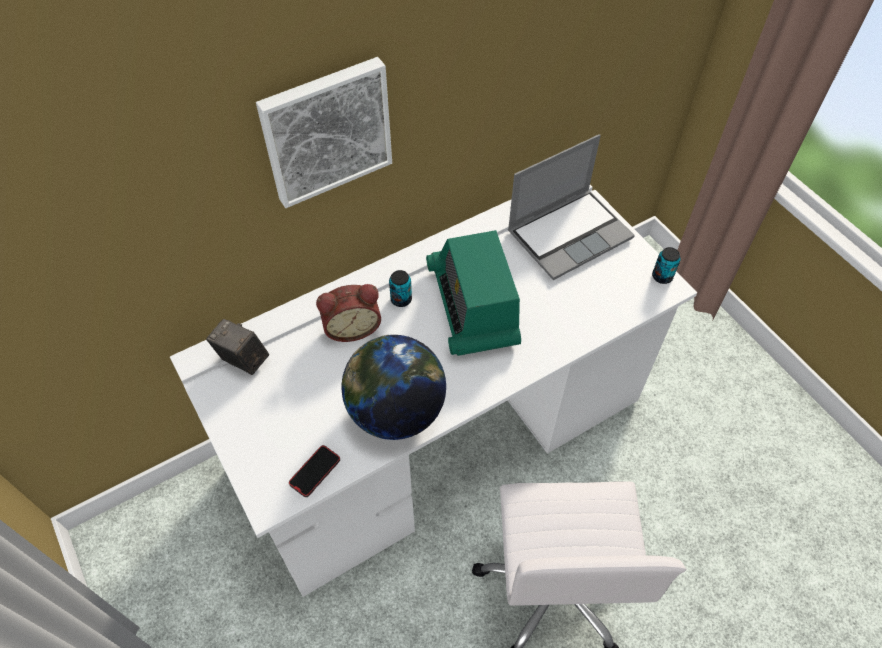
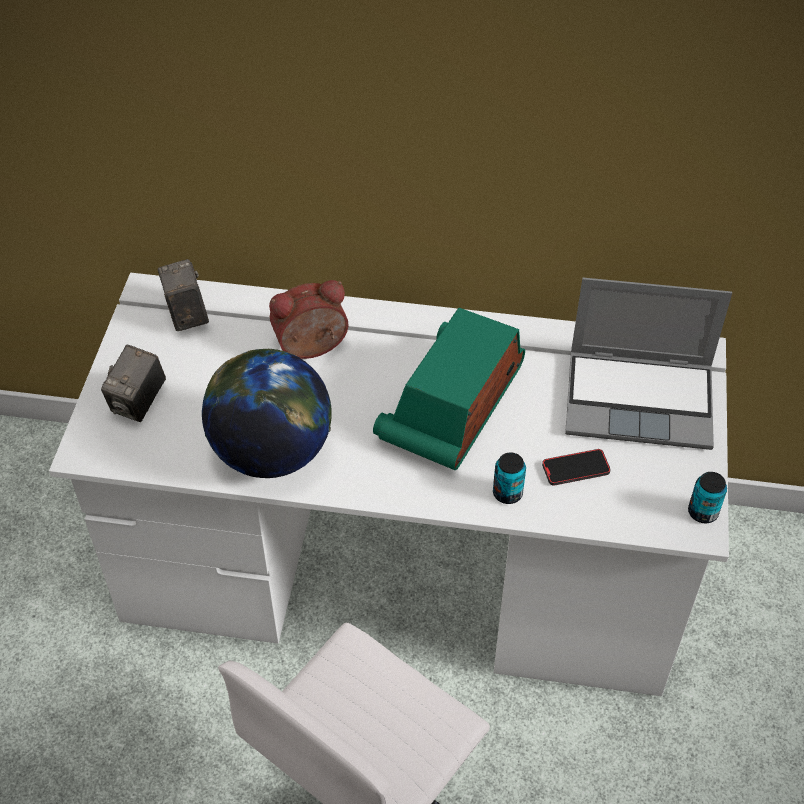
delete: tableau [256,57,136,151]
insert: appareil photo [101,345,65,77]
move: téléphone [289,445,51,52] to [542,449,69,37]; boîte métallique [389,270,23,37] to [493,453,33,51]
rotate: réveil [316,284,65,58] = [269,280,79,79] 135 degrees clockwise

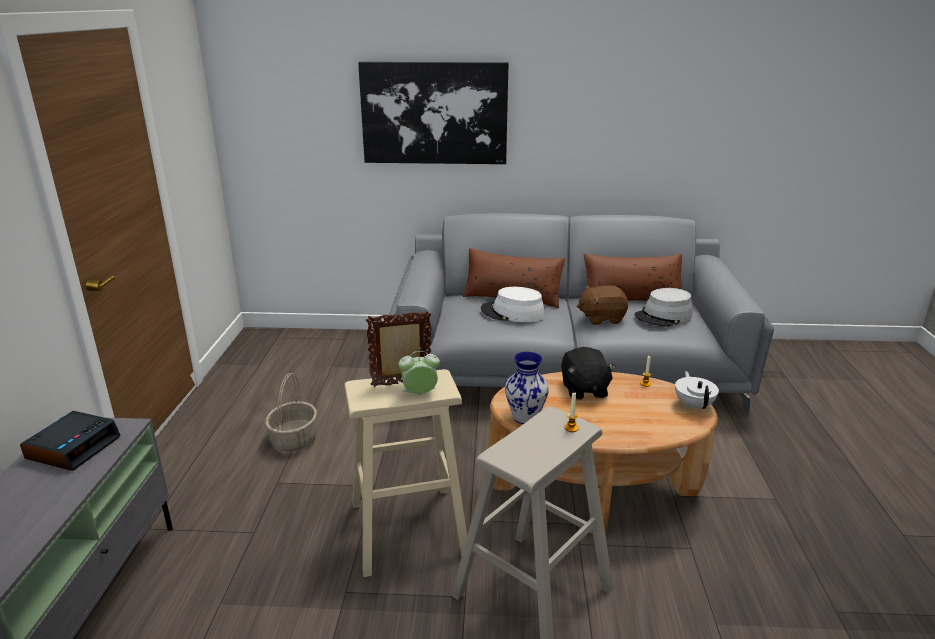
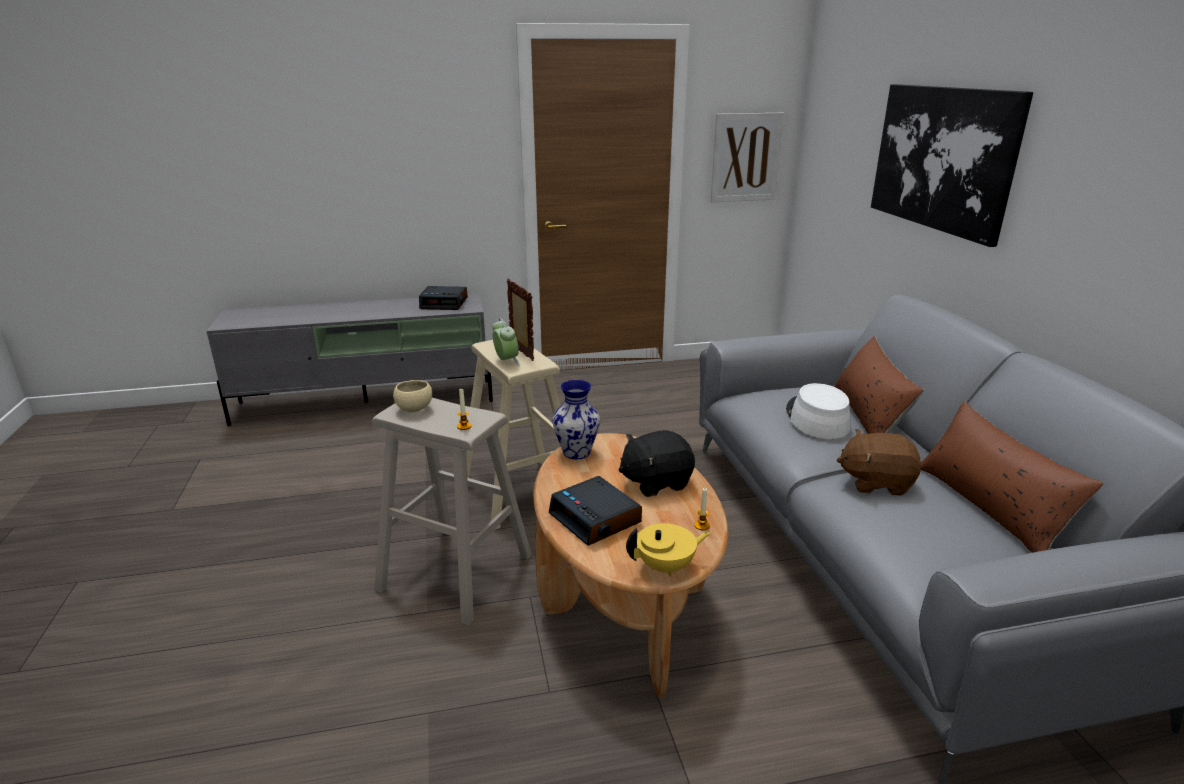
delete: panier [265,373,52,78]; chapeau [gris] [635,288,57,39]
insert: bol [beige] [393,380,39,32]; réveil [549,476,93,70]; tableau [710,113,74,89]
recolor: théière [blanc] [675,371,44,40] to théière [jaune] [626,523,84,54]
rotate: peluche [marron] [577,285,51,40] = [837,429,84,67] 60 degrees counterclockwise

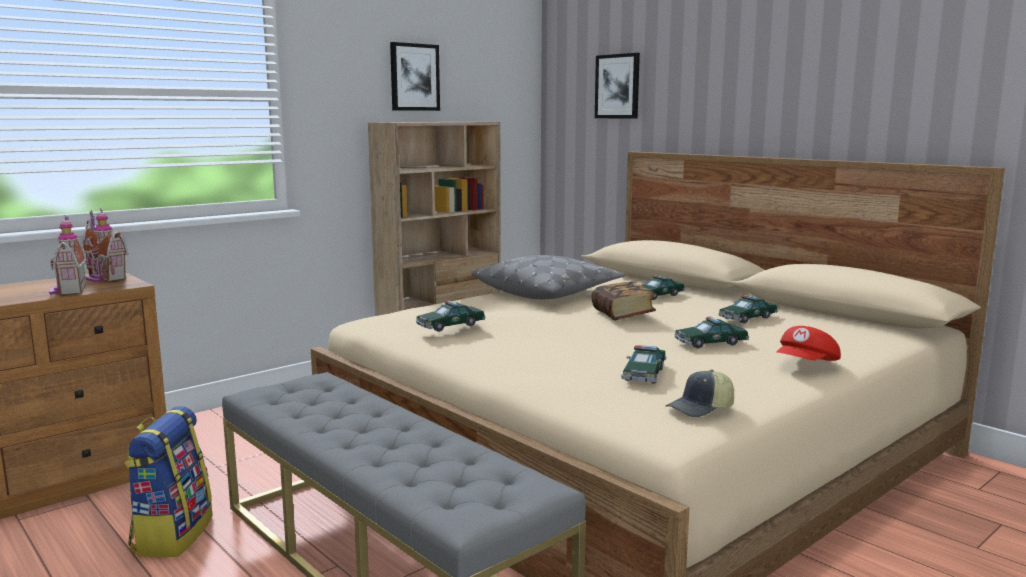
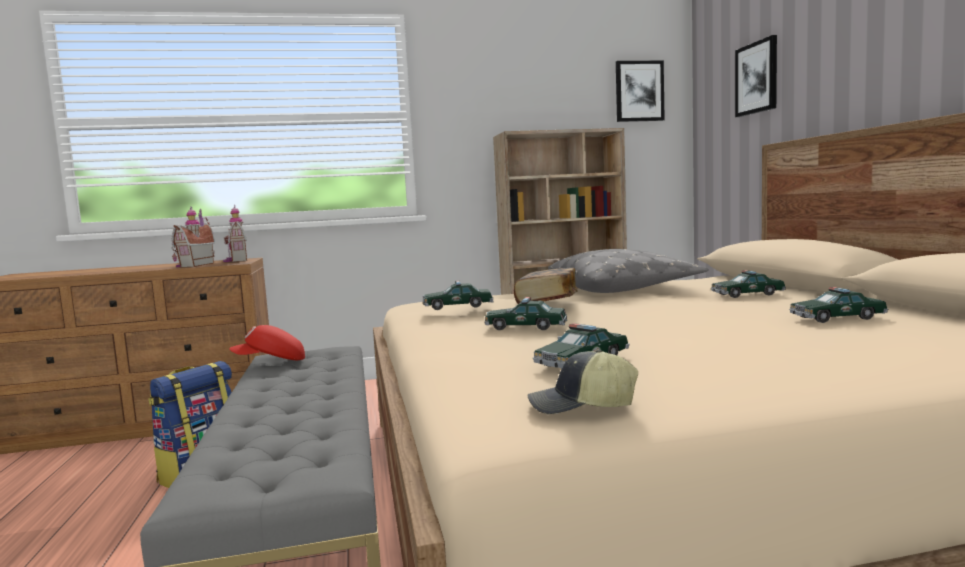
move: tableau [390,42,50,69] to [616,61,49,61]; livre [592,281,64,39] to [514,267,64,37]; petite voiture [674,317,75,32] to [485,297,82,33]; casquette [rouge] [776,326,65,35] to [229,325,76,35]

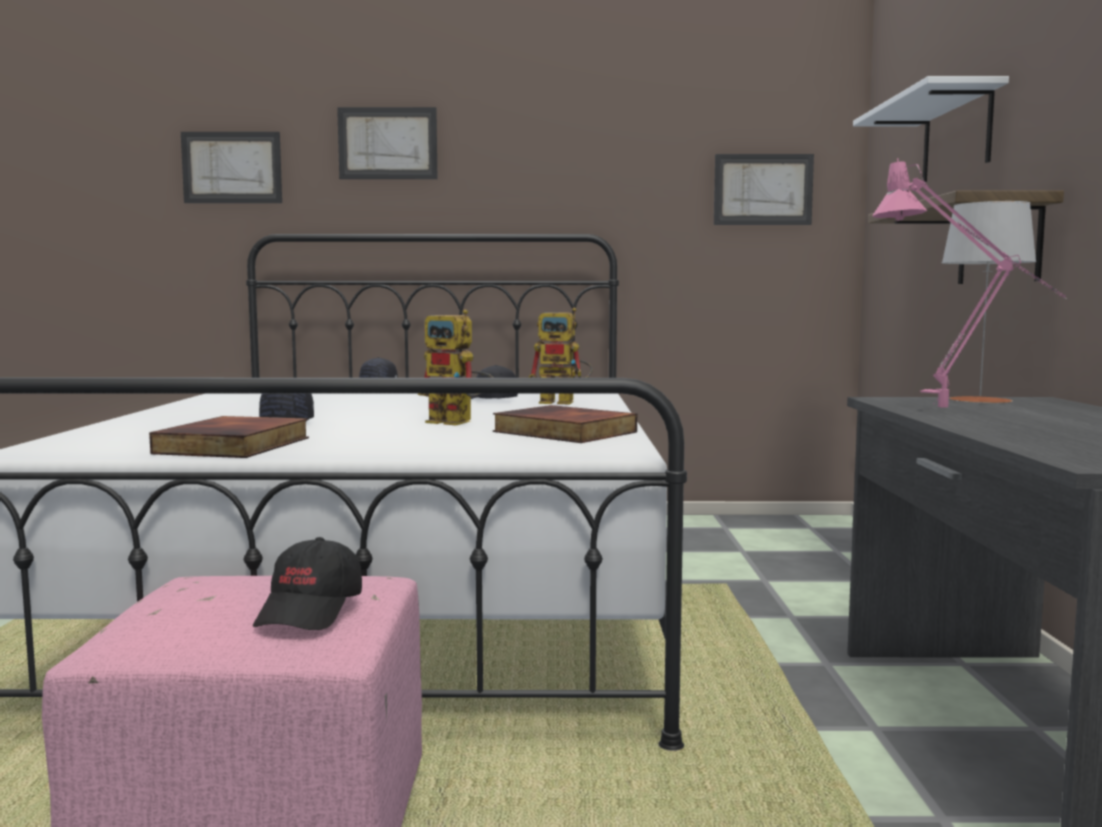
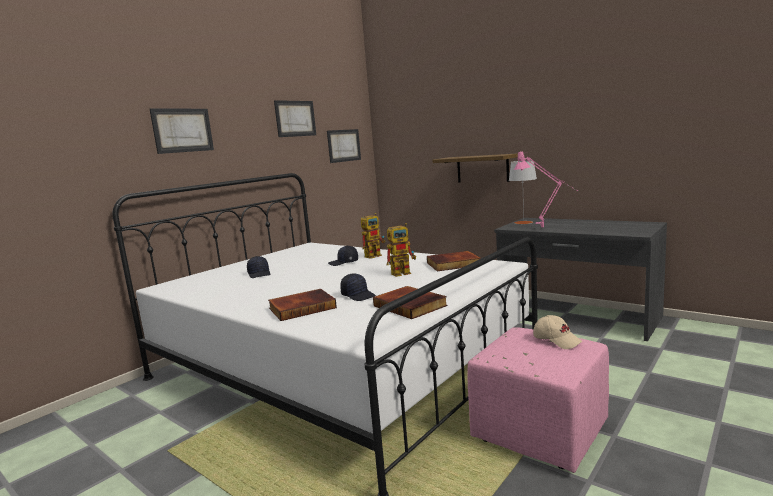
delete: étagère [blanc] [853,76,156,106]
insert: livre [268,289,69,32]
move: tableau [181,132,101,71] to [274,100,42,37]
recolor: casquette [noir] [253,537,109,93] to casquette [beige] [533,315,50,34]

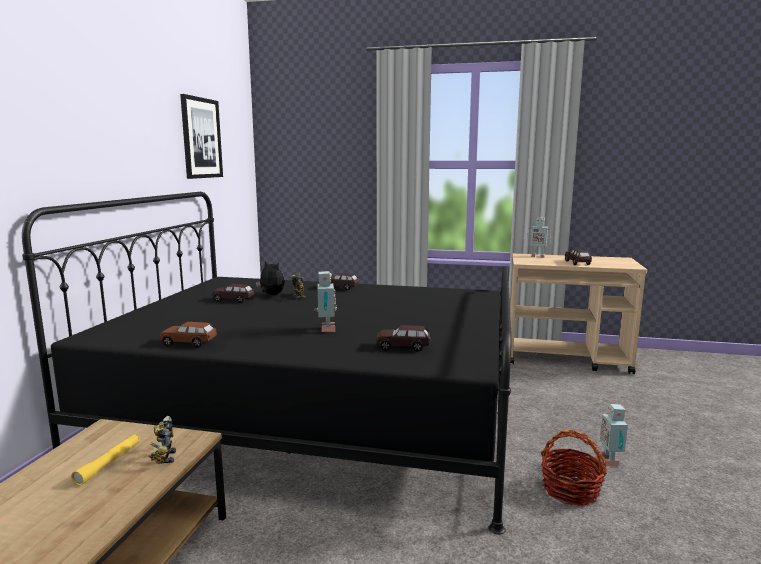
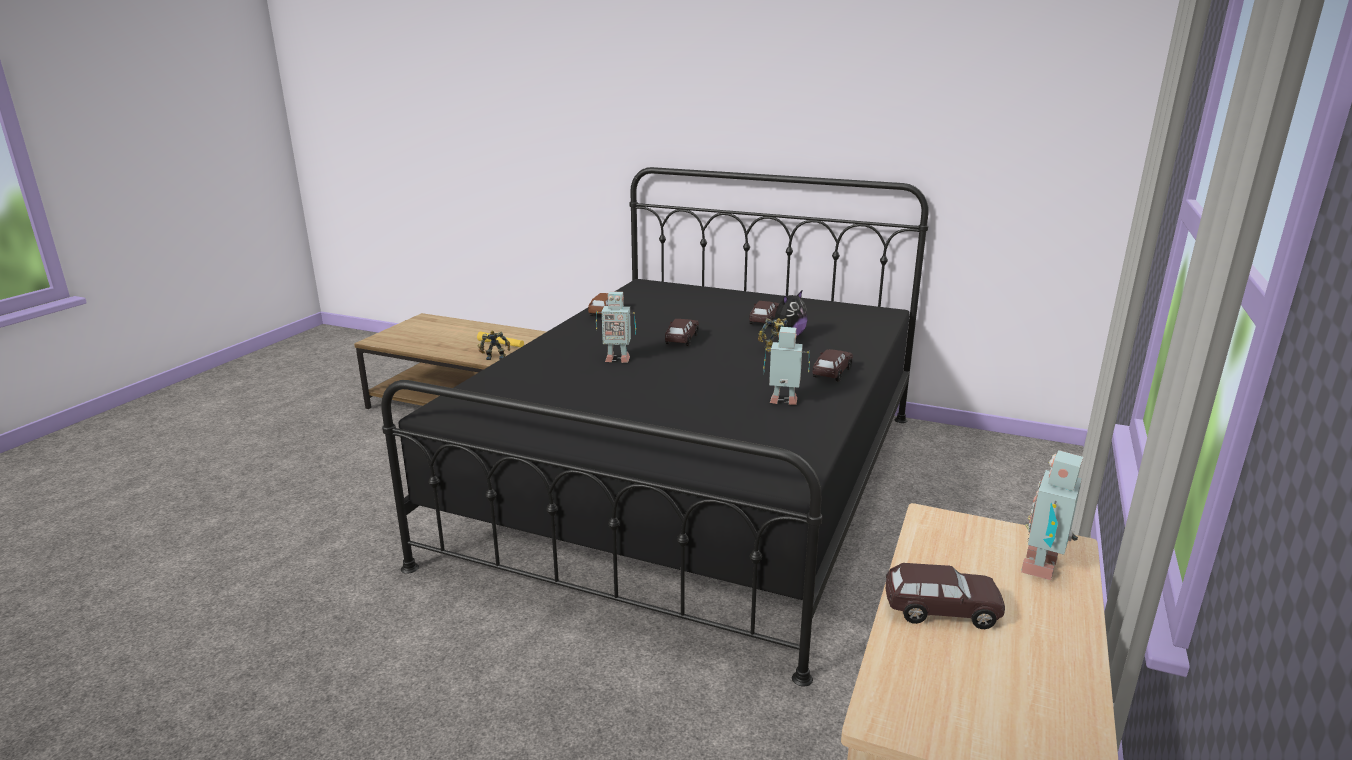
delete: tableau [180,94,43,85]; panier [541,430,66,76]
move: petite voiture [marron] [376,325,55,27] to [665,319,34,27]; robot jouet [600,404,28,62] to [763,327,47,78]

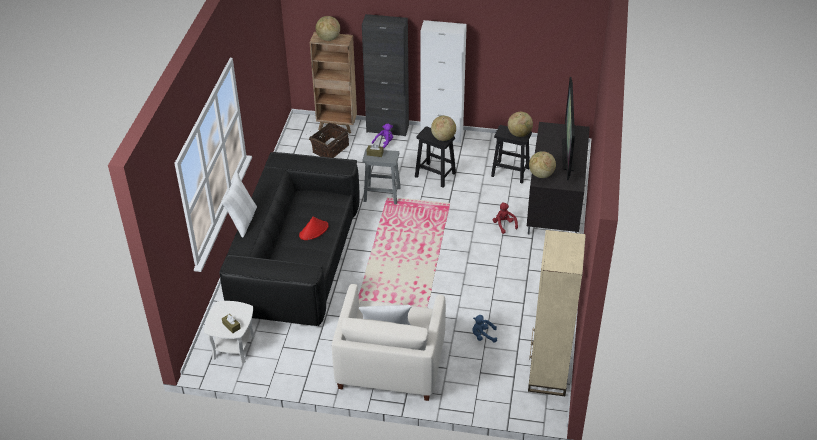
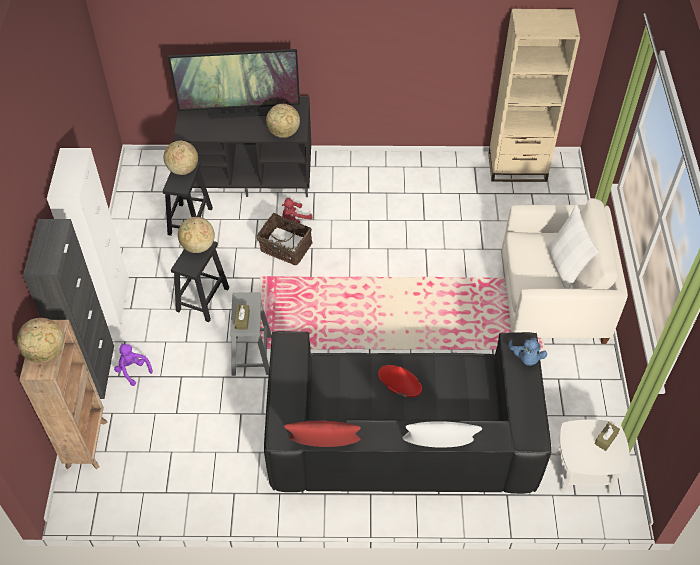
insert: coussin [rouge] [284,421,77,26]
move: panier [309,123,40,35] to [257,213,56,52]; peluche [bleu] [472,315,25,28] to [508,338,39,28]

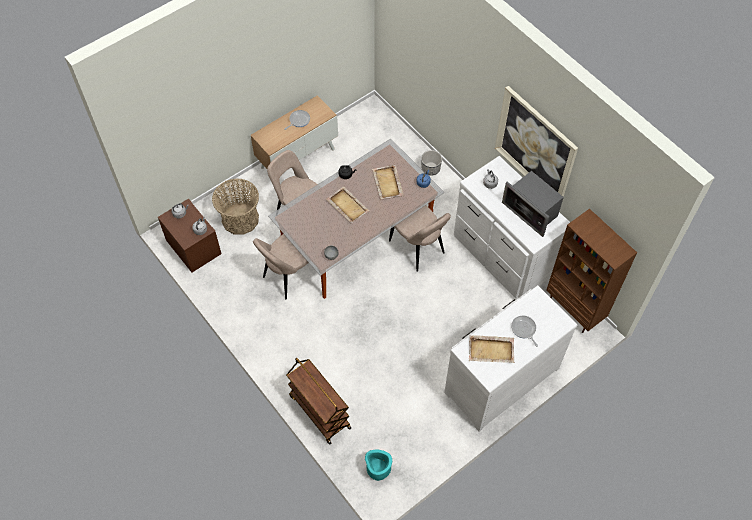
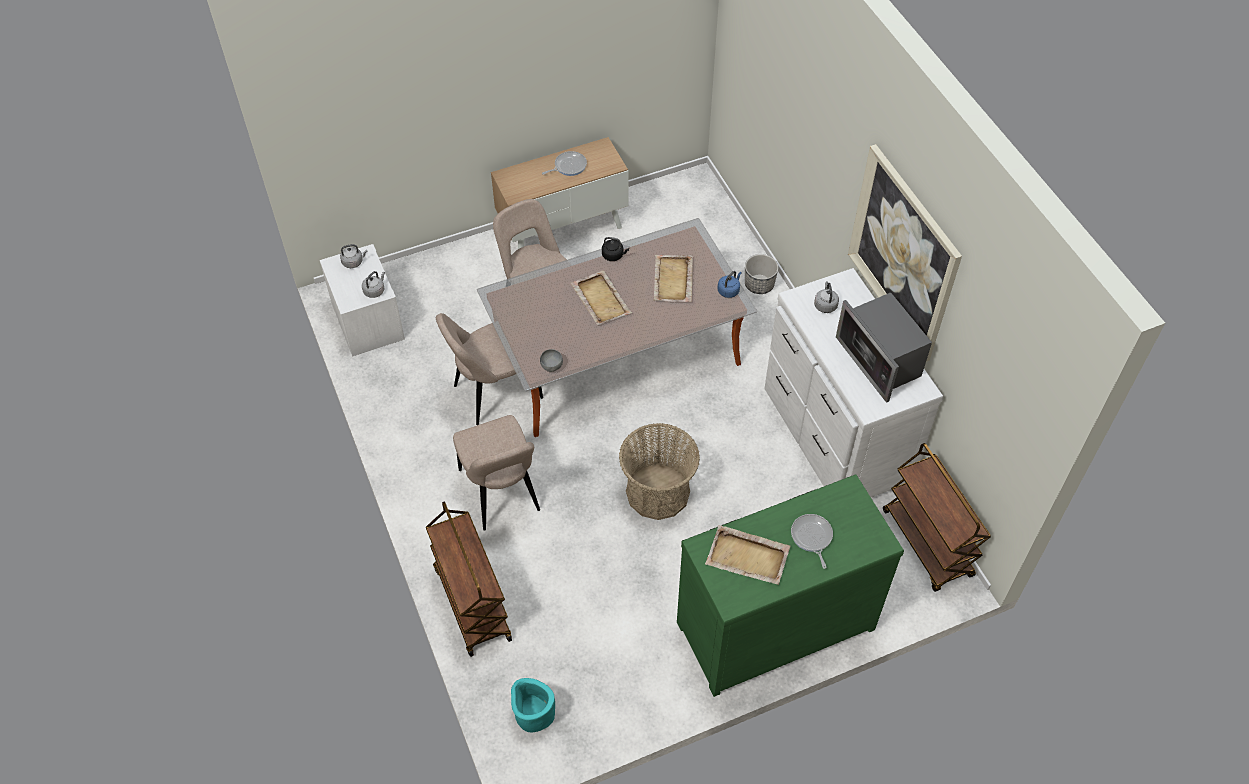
move: panier [212,179,47,56] to [619,423,81,97]; chaise [beige] [389,206,62,66] to [453,415,87,116]
replace: bibliothèque [marron] [546,209,91,124] to chariot [marron] [883,443,108,149]
recolor: table de chevet [marron] [158,199,63,73] to table de chevet [blanc] [320,244,85,112]; commode [blanc] [444,285,133,147] to commode [vert] [677,474,227,223]

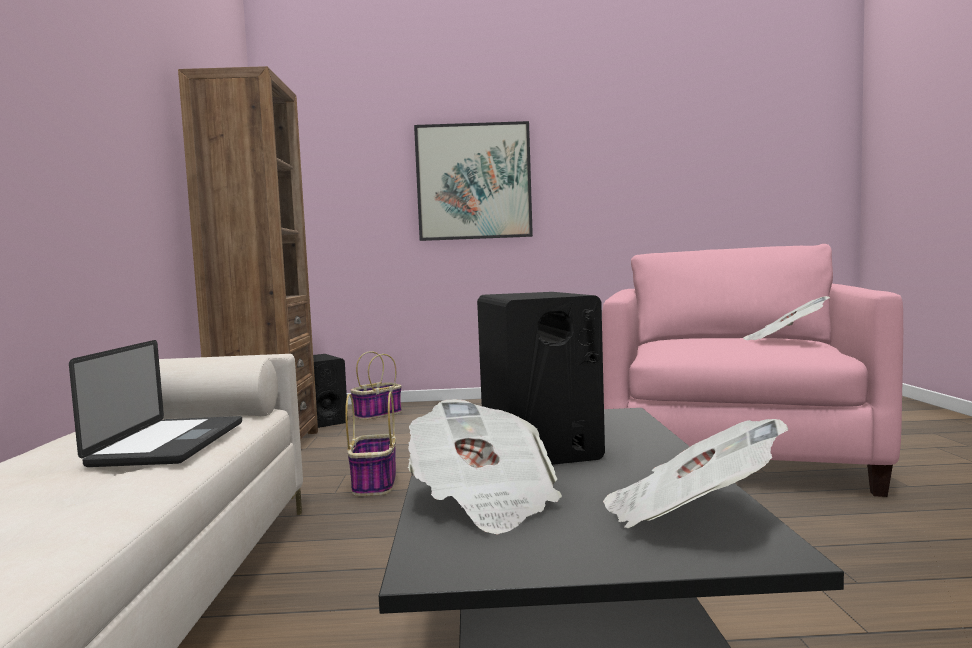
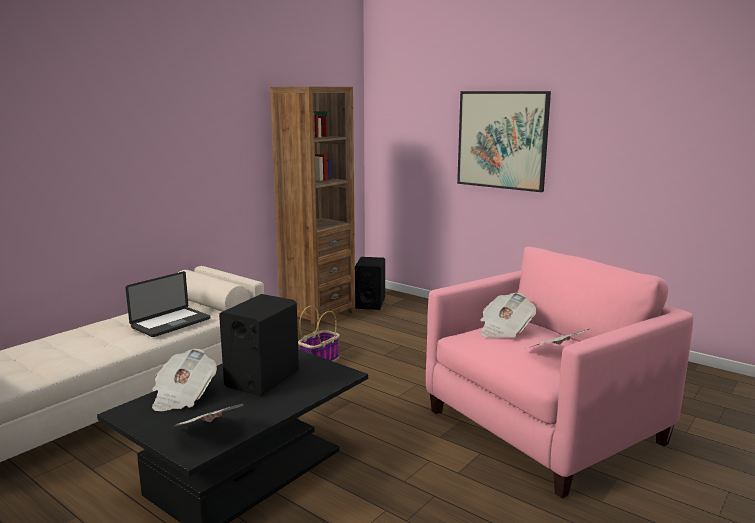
delete: panier [351,351,51,69]
insert: journal [480,293,56,45]

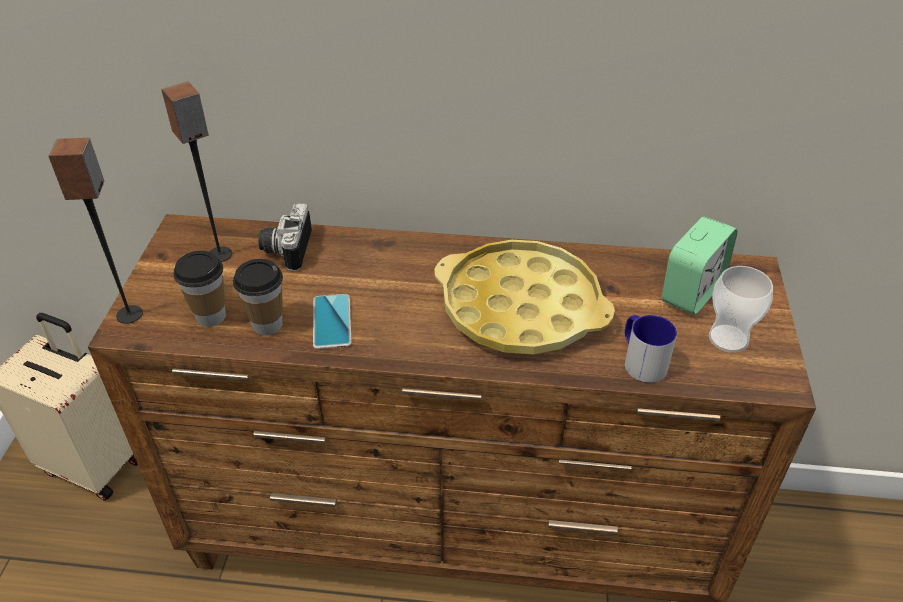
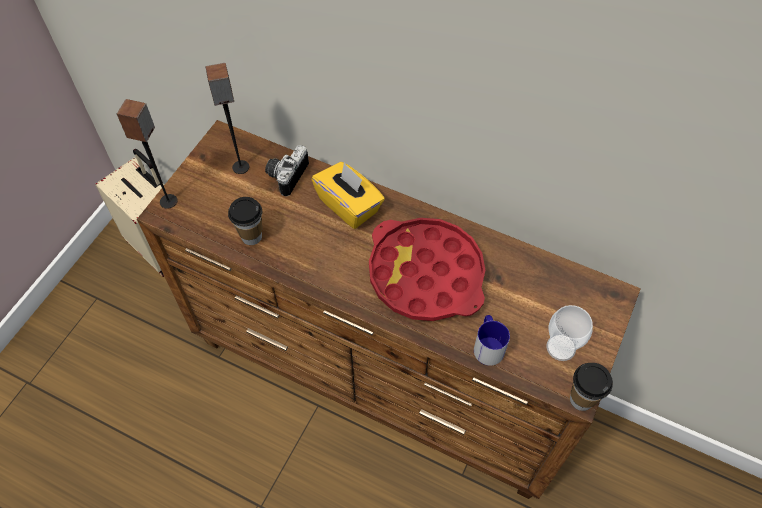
delete: téléphone [313,294,39,55]; réveil [662,217,76,98]
insert: boîte à mouchoirs [jaune] [312,162,73,67]
move: tasse [174,251,52,76] to [570,363,43,48]
recolor: plateau [jaune] [434,240,181,115] to plateau [rouge] [369,218,116,103]

